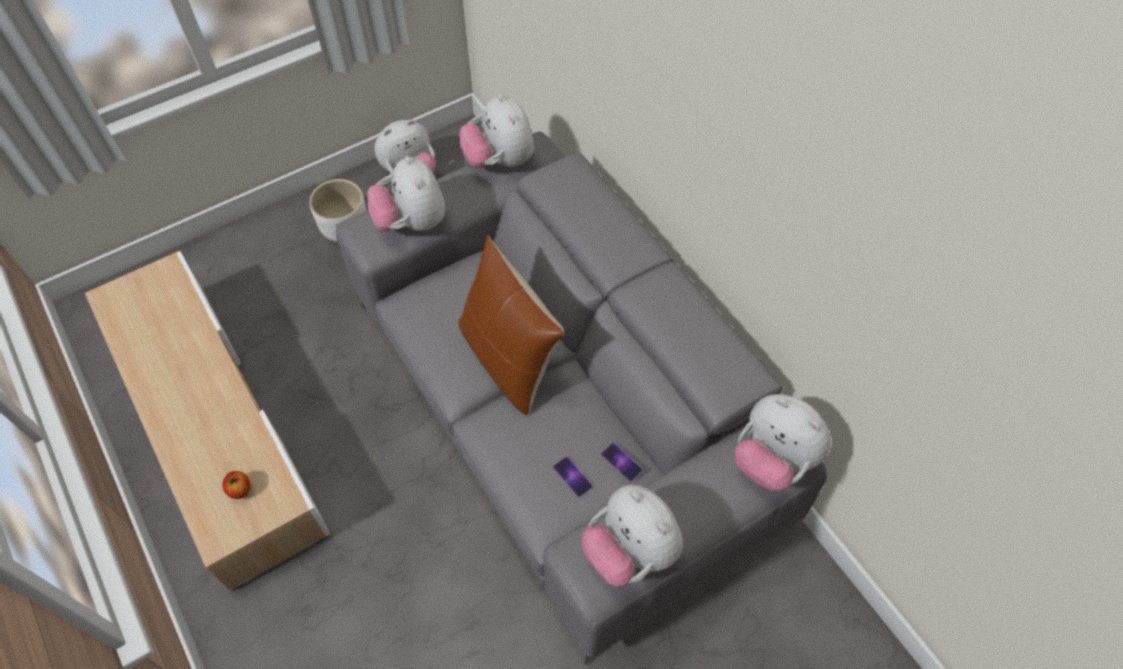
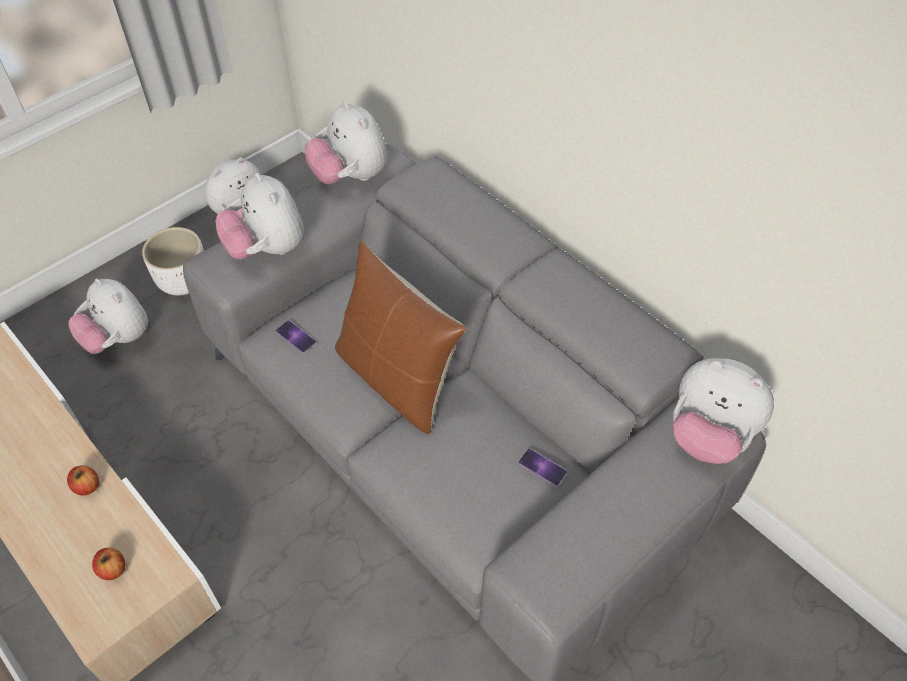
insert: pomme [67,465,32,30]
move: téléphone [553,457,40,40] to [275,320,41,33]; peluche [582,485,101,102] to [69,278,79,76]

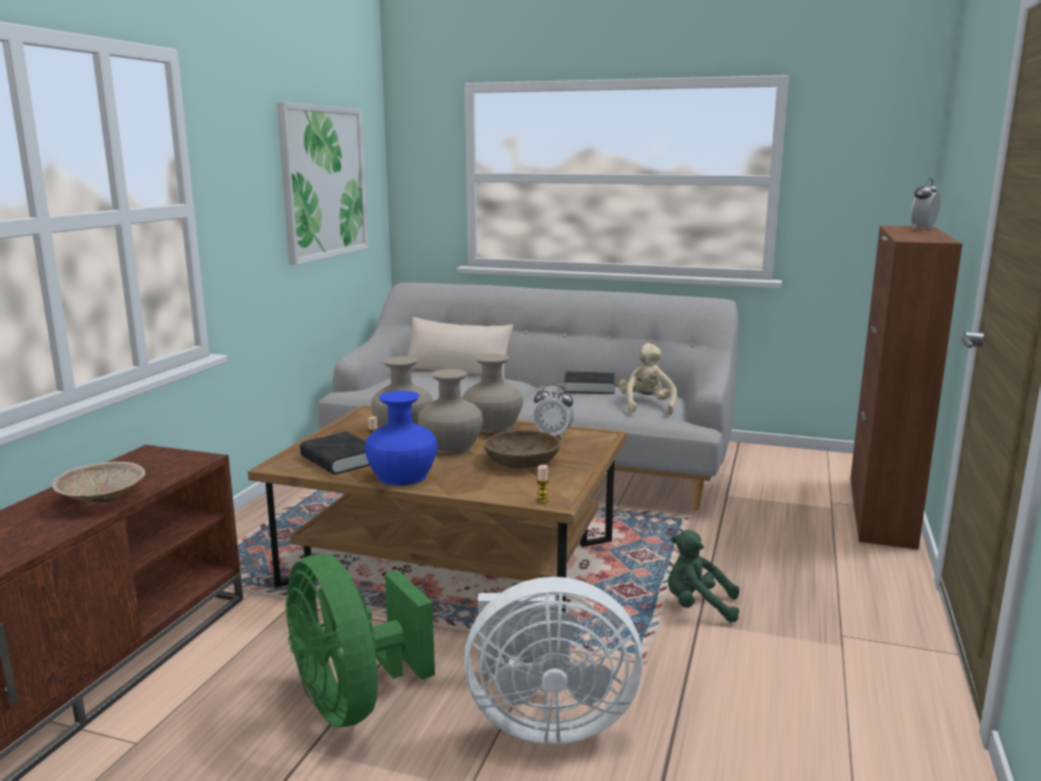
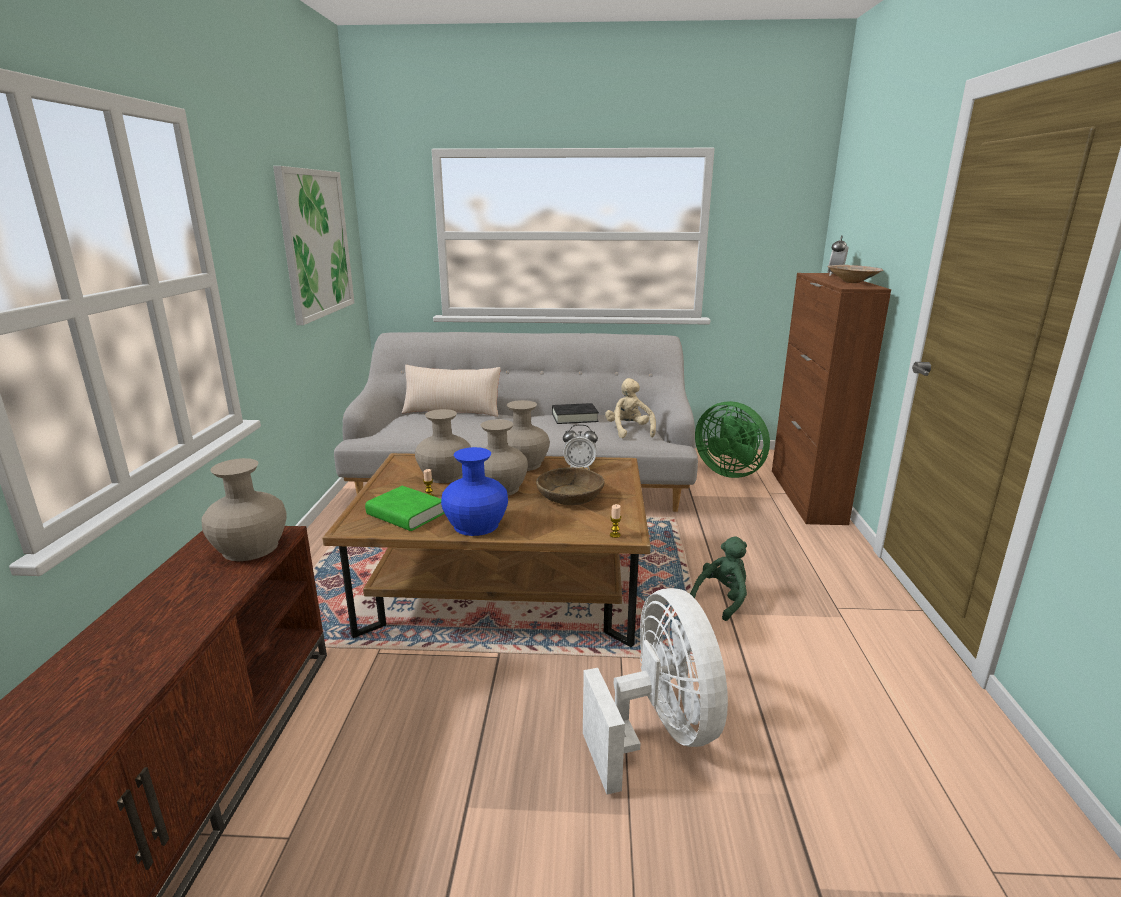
insert: vase [beige] [202,458,85,103]
move: bol [beige] [52,462,93,42] to [827,265,56,18]; ventilateur [vert] [285,554,150,174] to [695,401,75,77]
recolor: livre [noir] [300,432,70,43] to livre [vert] [365,486,80,45]
rotate: ventilateur [blanc] [464,577,179,167] = [583,588,145,207] 90 degrees counterclockwise; peluche [vert] [668,530,71,92] = [690,536,57,85] 135 degrees clockwise

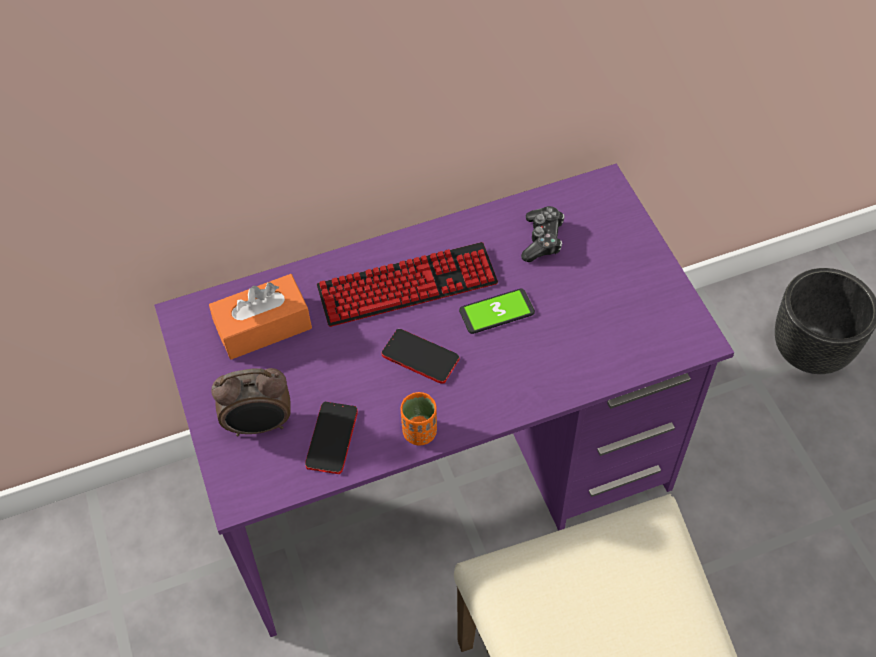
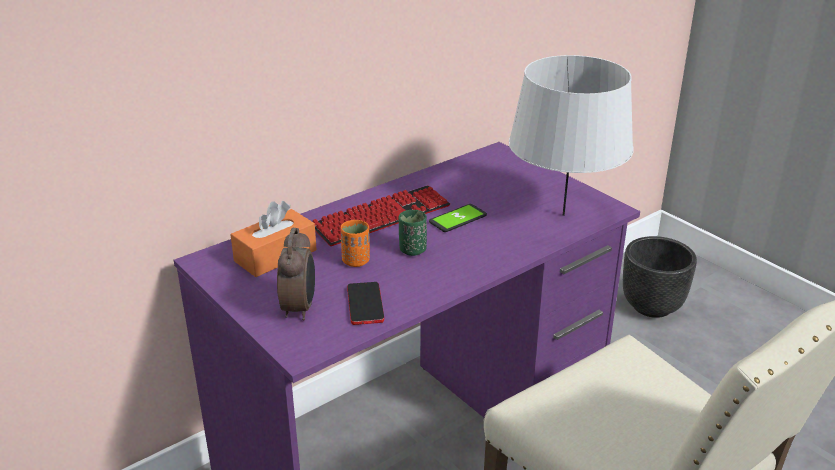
delete: manette [521,206,44,56]
insert: lampe de table [gris] [509,55,124,161]
move: tasse [orange] [401,392,36,54] to [341,220,29,47]
replace: téléphone [381,329,79,55] to tasse [vert] [399,210,28,46]
rotate: réveil [211,368,80,68] = [277,228,38,93] 60 degrees counterclockwise

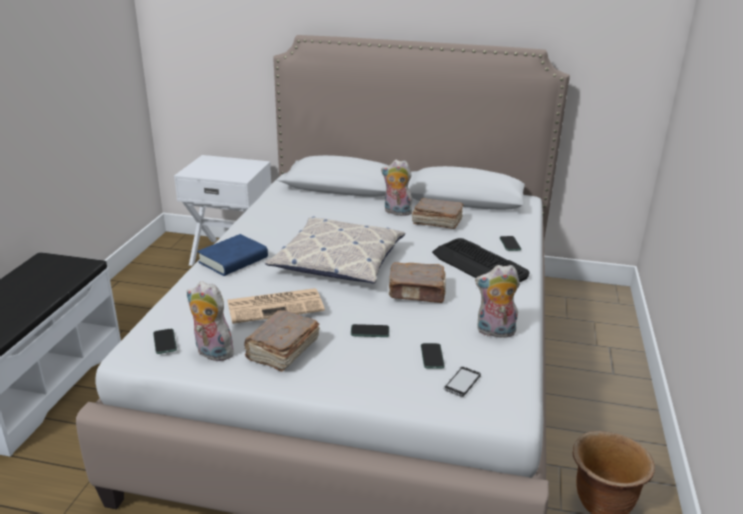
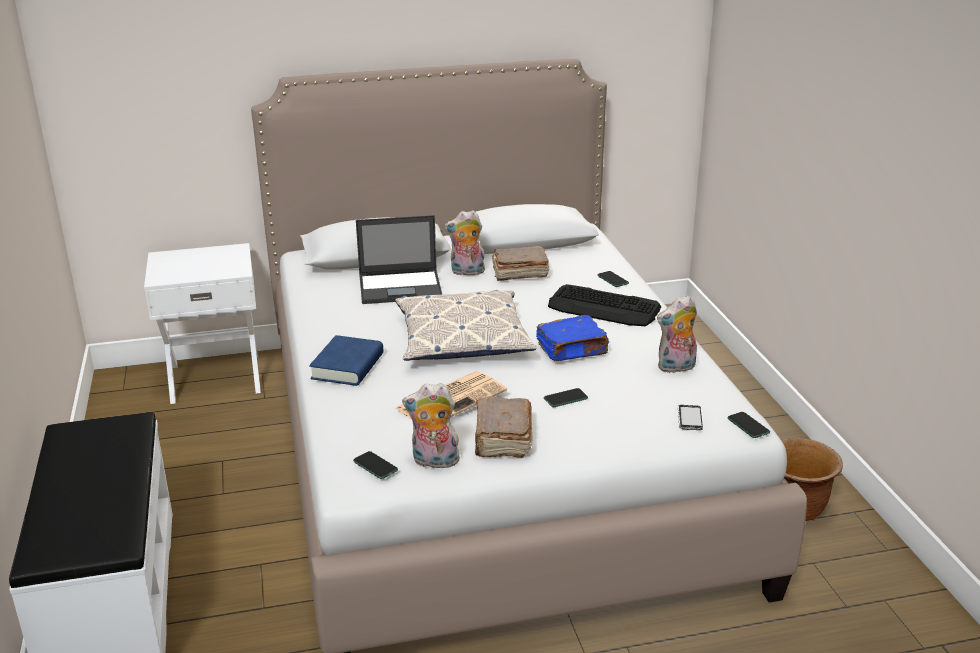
insert: ordinateur portable [356,215,86,89]
move: téléphone [421,343,24,25] to [727,412,43,26]
recolor: livre [marron] [389,262,57,41] to livre [bleu] [536,315,73,46]

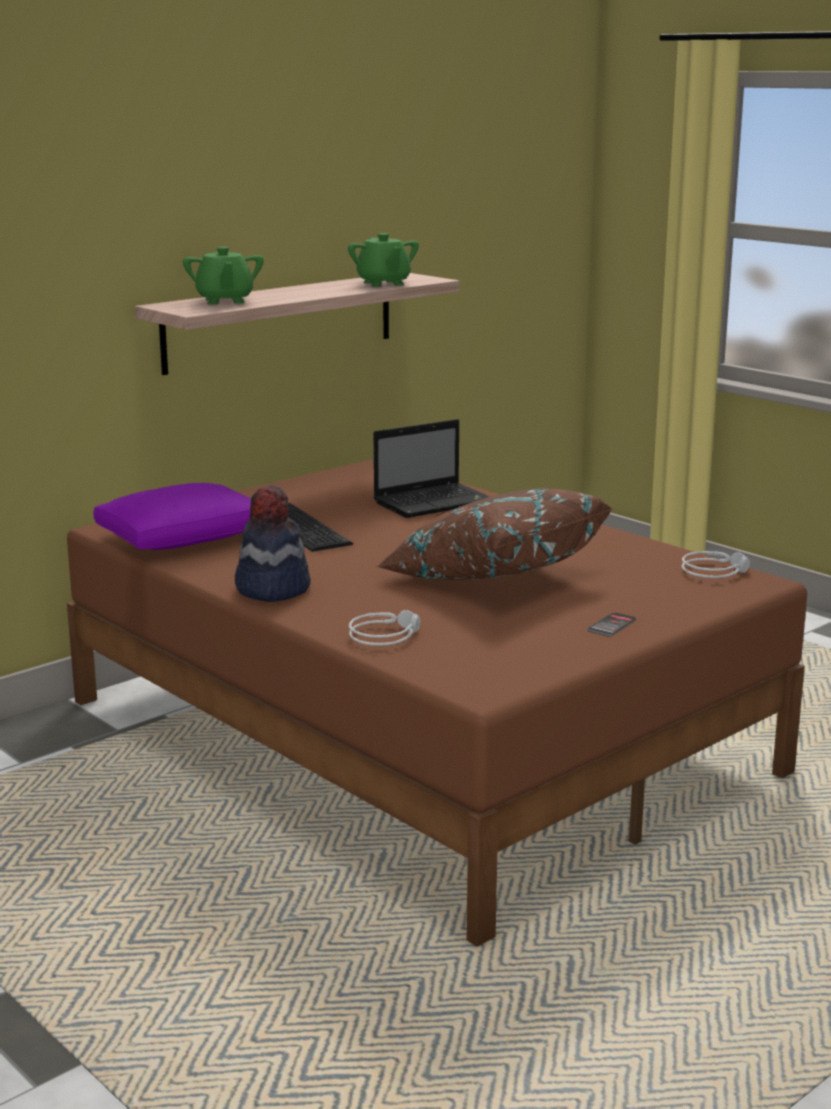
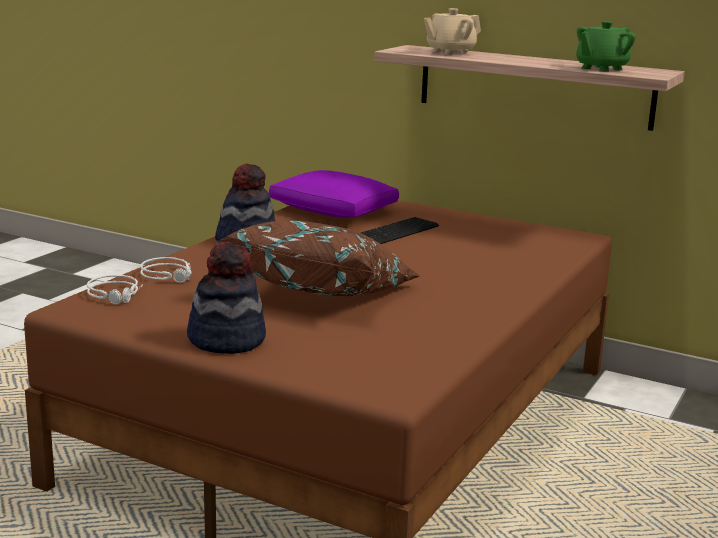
delete: ordinateur portable [373,419,117,99]
move: casque audio [gris] [682,551,68,27] to [87,275,56,30]
replace: téléphone [587,612,49,25] to chapeau [187,242,79,112]
recolor: théière [vert] [183,247,81,58] to théière [beige] [424,8,57,47]

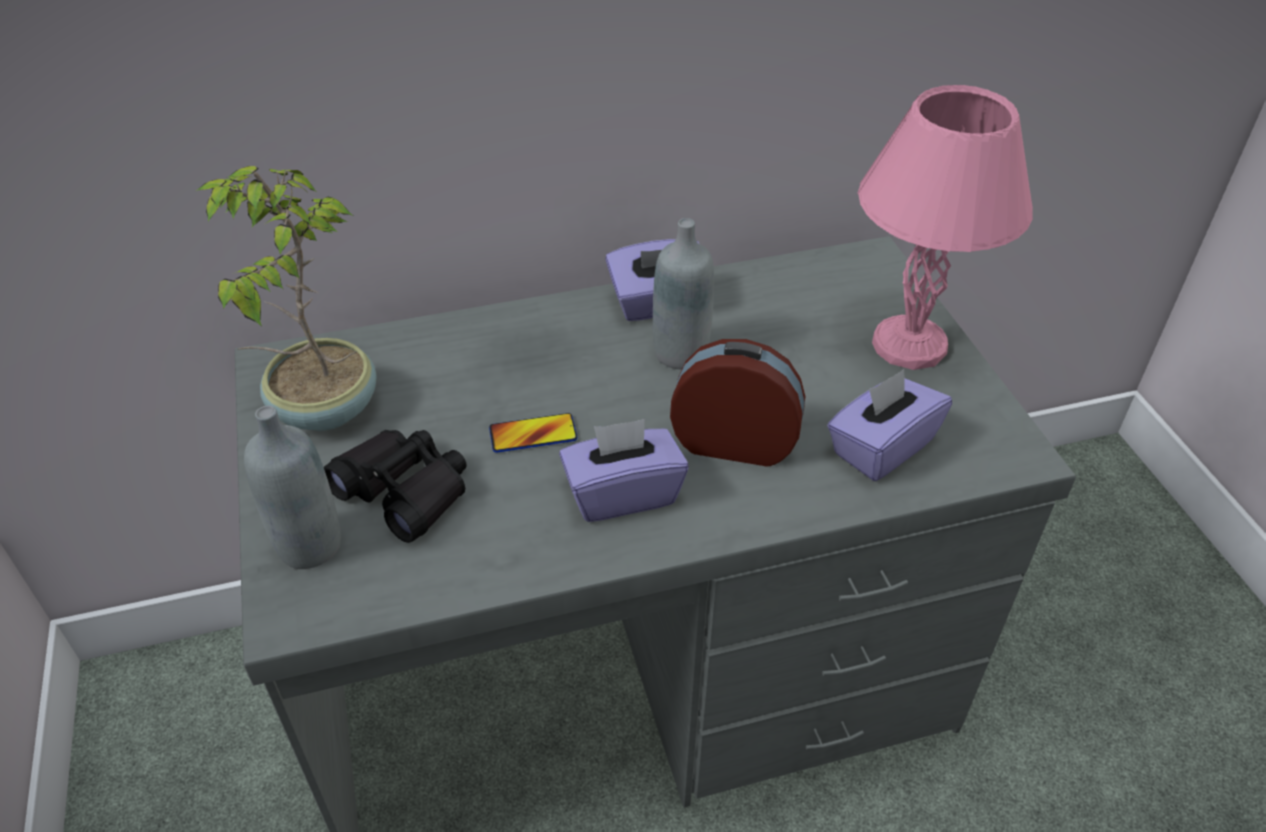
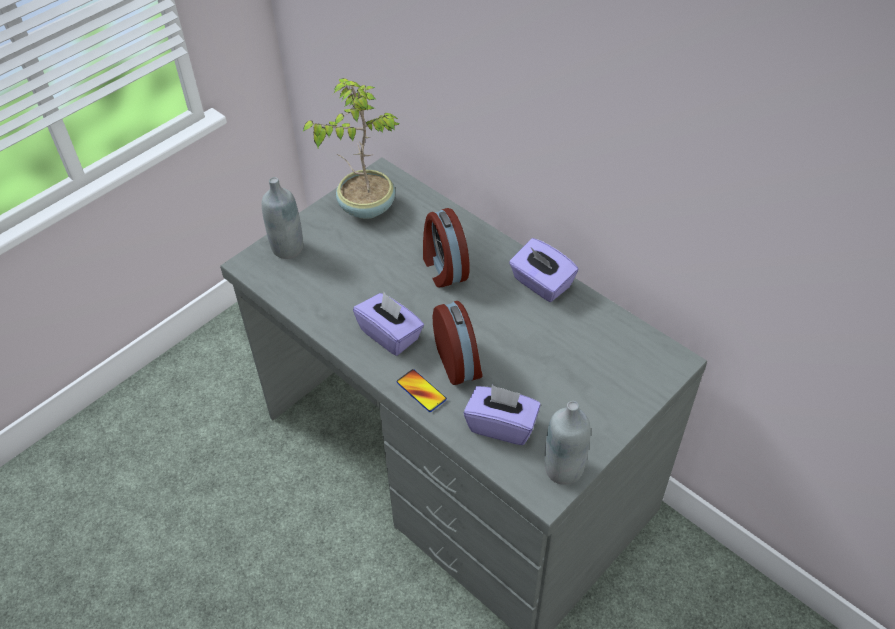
delete: jumelles [noir] [324,430,143,113]; lampe de table [rose] [857,85,176,285]
insert: réveil [423,208,47,79]
move: téléphone [489,413,88,40] to [397,369,50,43]; bouteille [gris] [653,218,61,152] to [544,401,47,84]

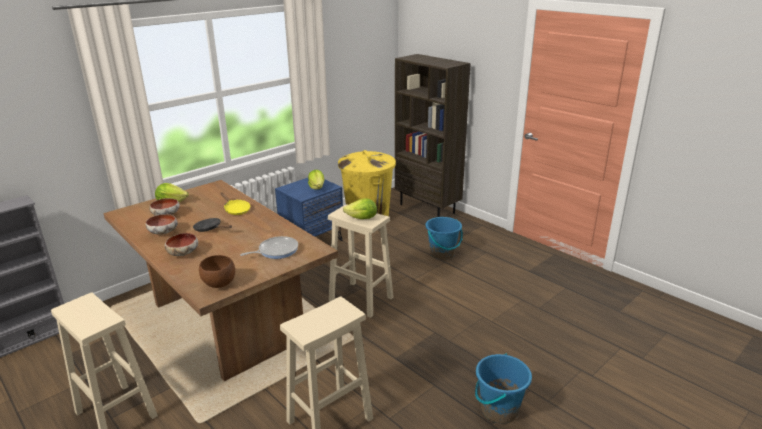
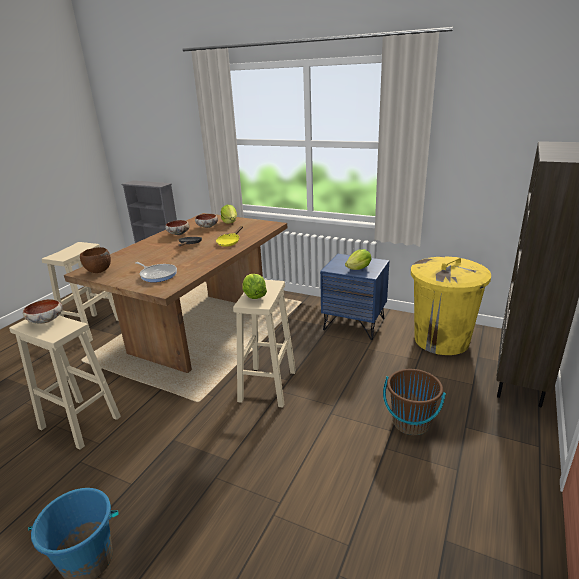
move: bol [164,233,34,23] to [23,299,40,24]
recolor: seau [bleu] [426,217,37,43] to seau [marron] [383,369,63,66]

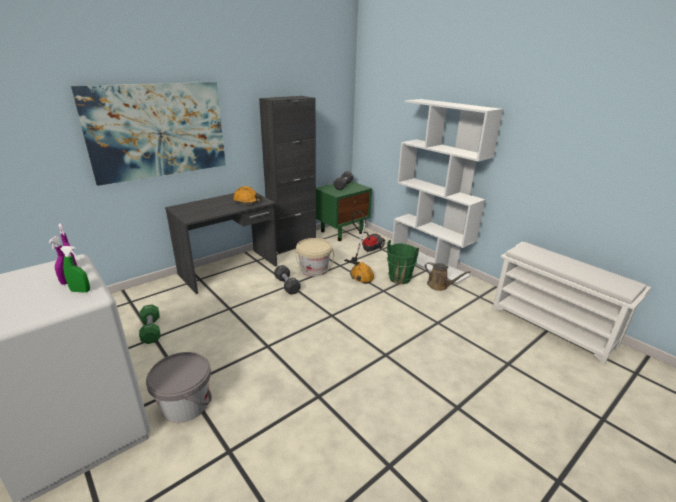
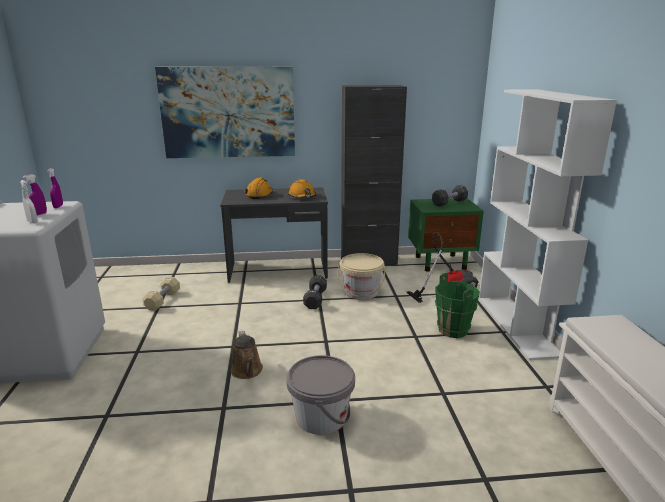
move: seau [gris] [146,352,66,71] to [286,355,69,80]; casque de chantier [orange] [350,262,24,22] to [245,177,28,22]; arrosoir [marron] [424,262,47,29] to [230,331,33,48]
recolor: vaporisateur [vert] [60,246,30,47] to vaporisateur [blanc] [20,180,18,43]; haltère [vert] [139,304,22,40] to haltère [beige] [142,277,38,34]

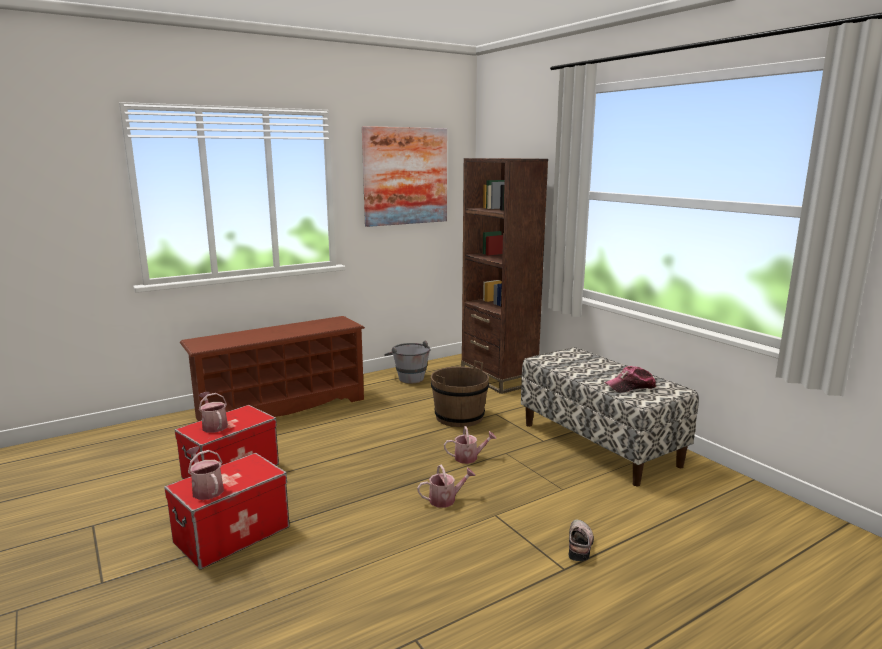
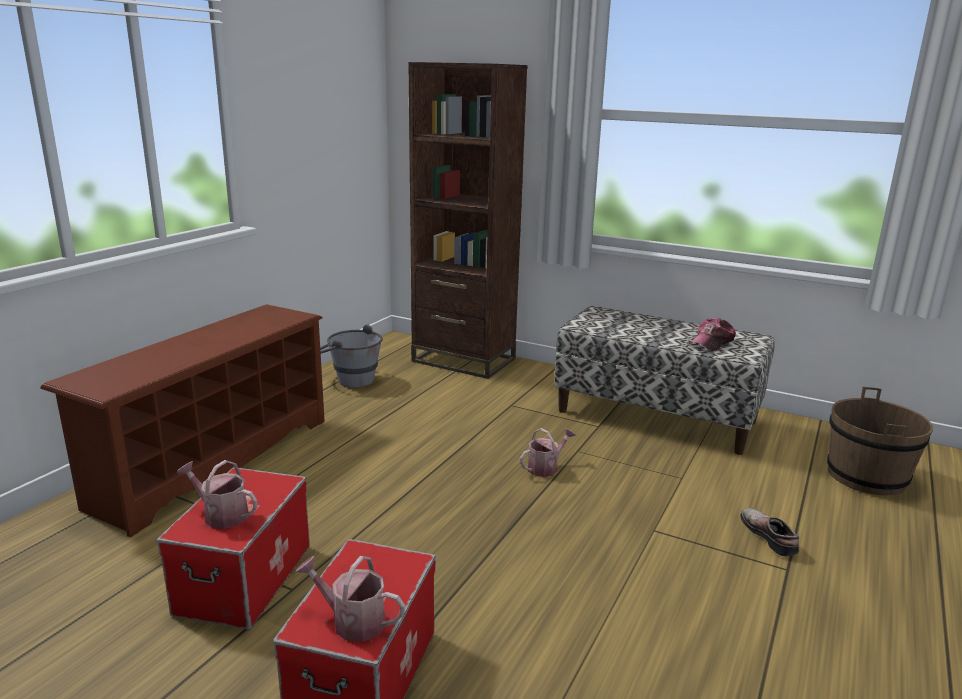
delete: tableau [362,126,85,101]; arrosoir [417,465,59,43]
move: seau [marron] [431,360,58,67] to [827,387,106,109]

